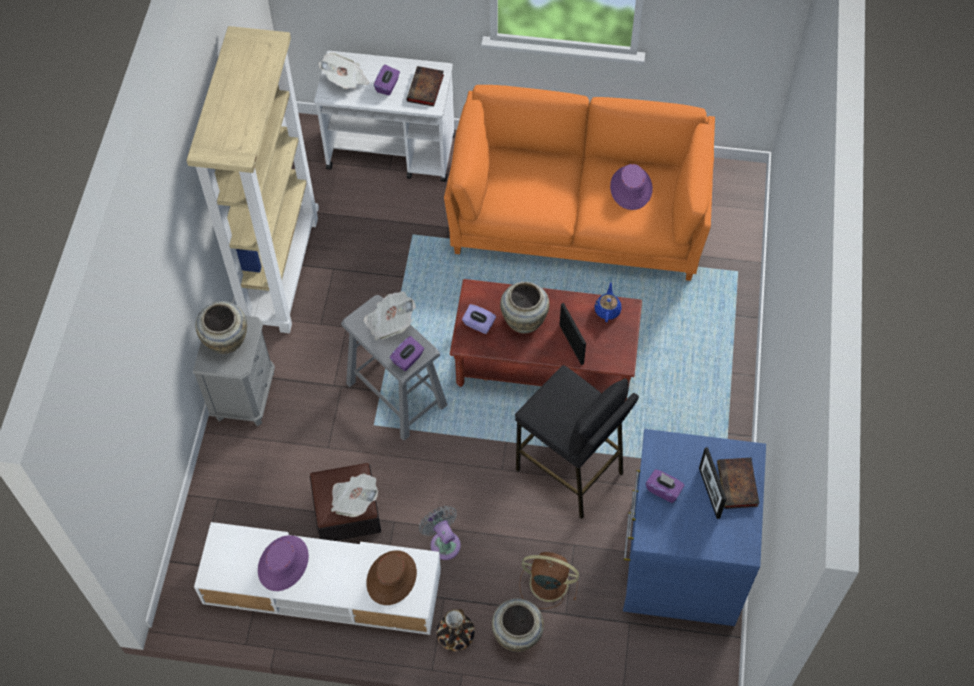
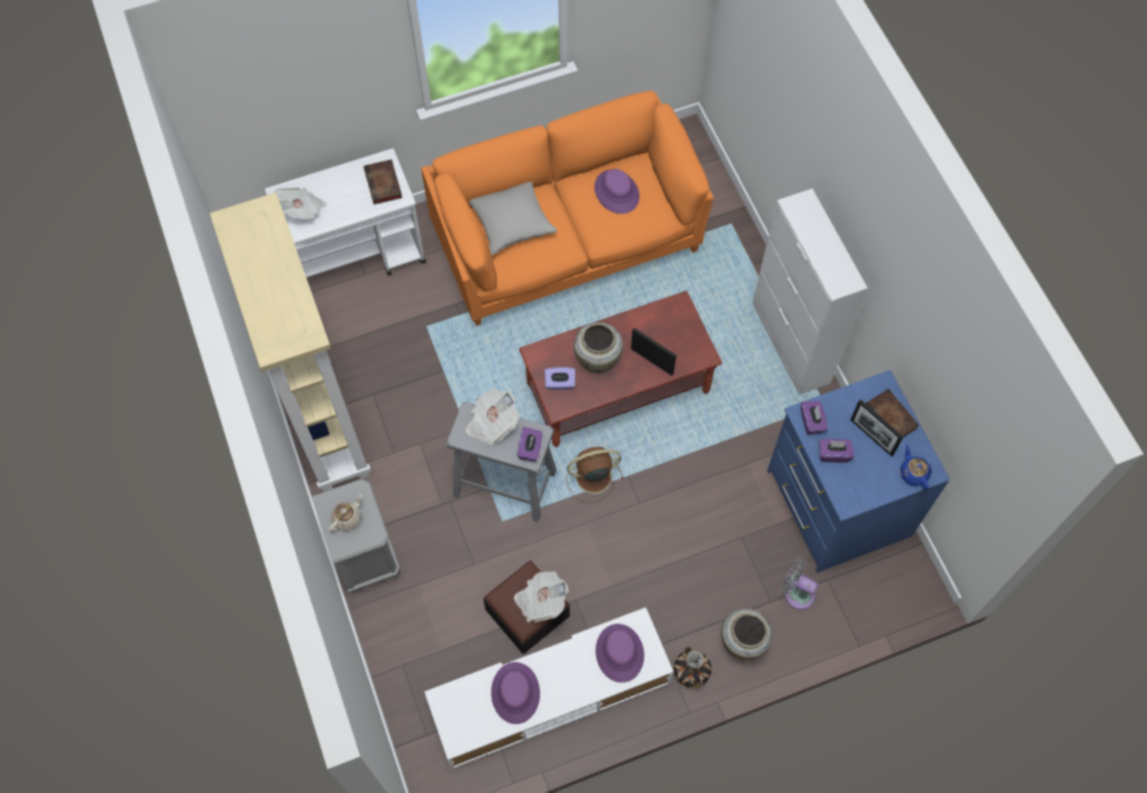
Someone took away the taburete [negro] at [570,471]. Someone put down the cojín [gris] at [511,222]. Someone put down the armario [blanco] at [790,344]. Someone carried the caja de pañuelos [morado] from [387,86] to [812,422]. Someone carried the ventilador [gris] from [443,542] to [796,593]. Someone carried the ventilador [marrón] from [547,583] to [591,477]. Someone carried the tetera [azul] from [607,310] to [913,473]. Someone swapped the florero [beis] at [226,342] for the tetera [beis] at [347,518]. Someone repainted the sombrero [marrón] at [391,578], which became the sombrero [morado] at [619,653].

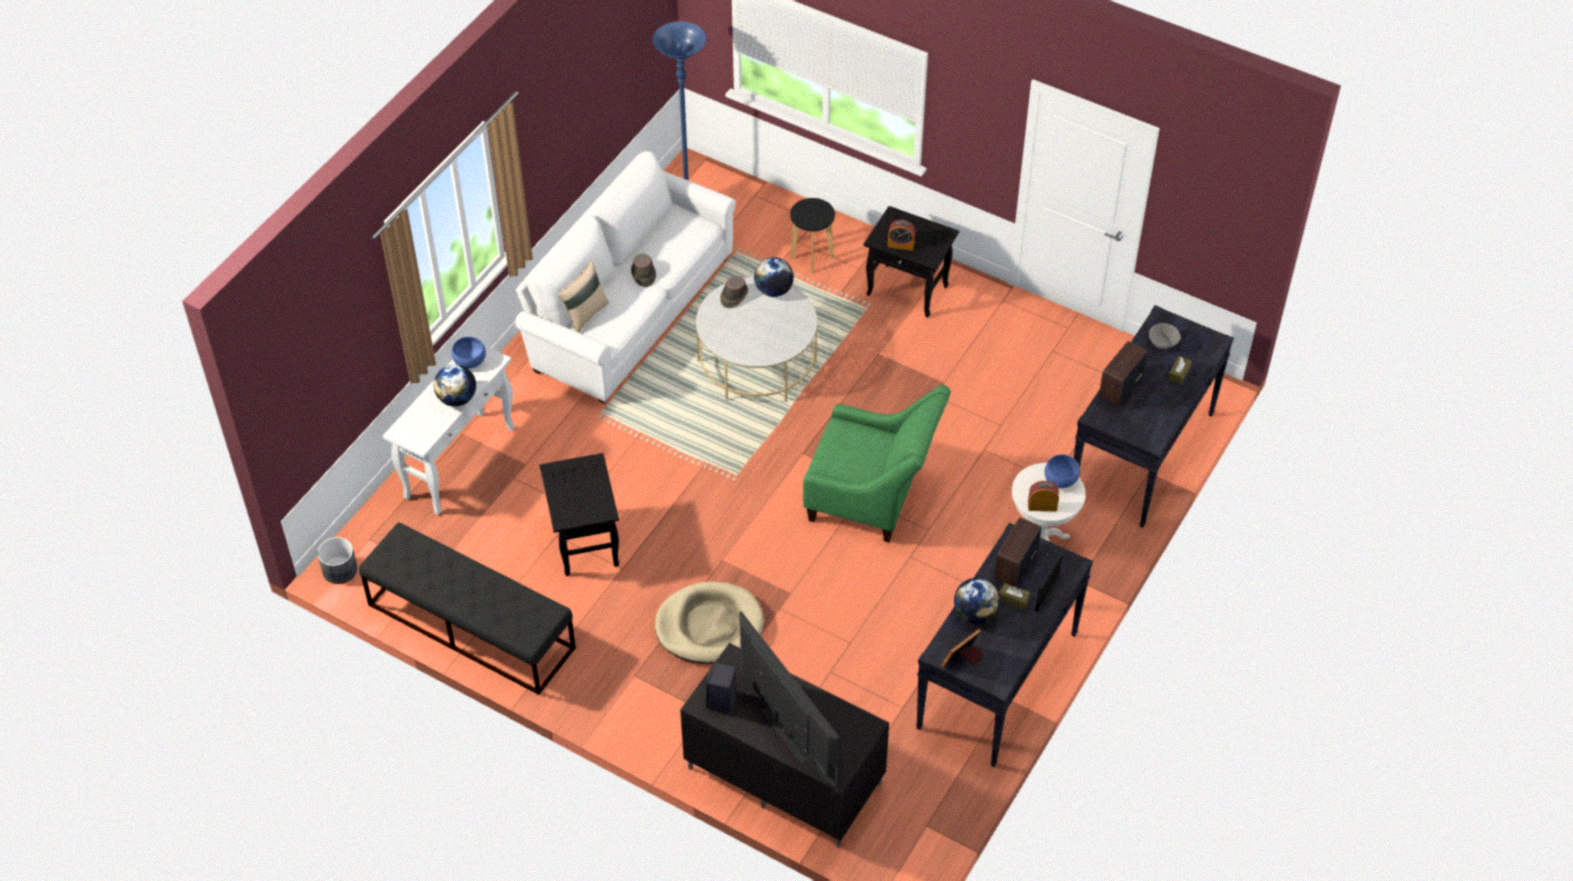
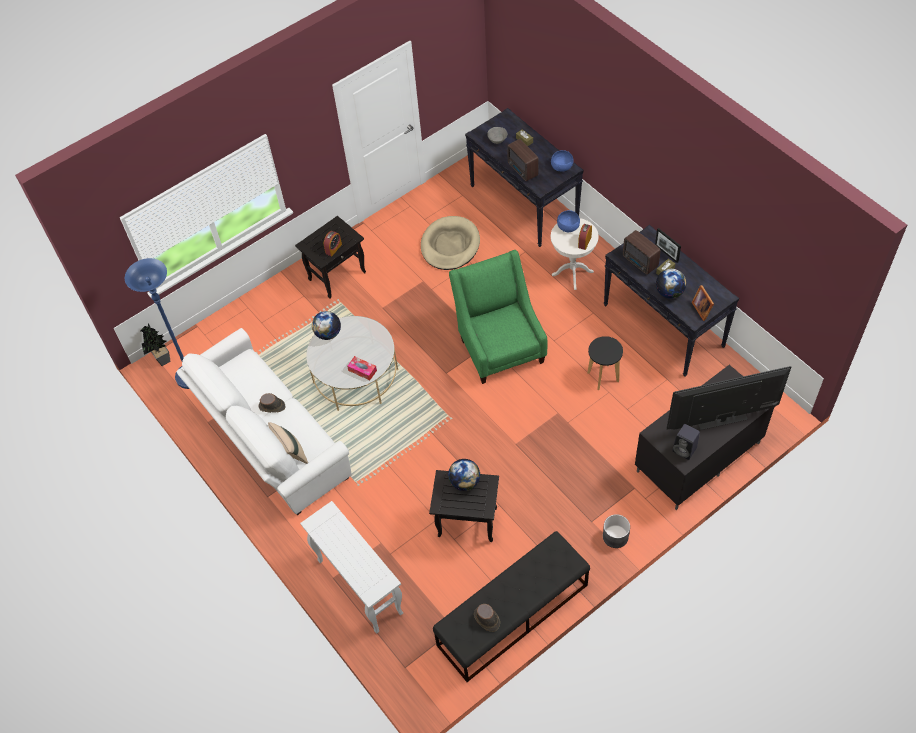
Someone put down the planta en maceta at [163,362]. Someone put down the caja de pañuelos at [362,370]. Someone carried the maceta [gris] from [339,570] to [615,537]. Someone carried the globo terráqueo from [457,399] to [464,482]. Someone carried the cuenco [azul] from [469,361] to [561,167]. Someone carried the cama para perro [beis] from [709,626] to [450,245]. Someone carried the sombrero [marrón] from [733,296] to [487,619]. Someone carried the taburete [negro] from [812,257] to [603,377]. Someone rotated the sillón [verde] at [873,498] by 60 degrees counterclockwise.

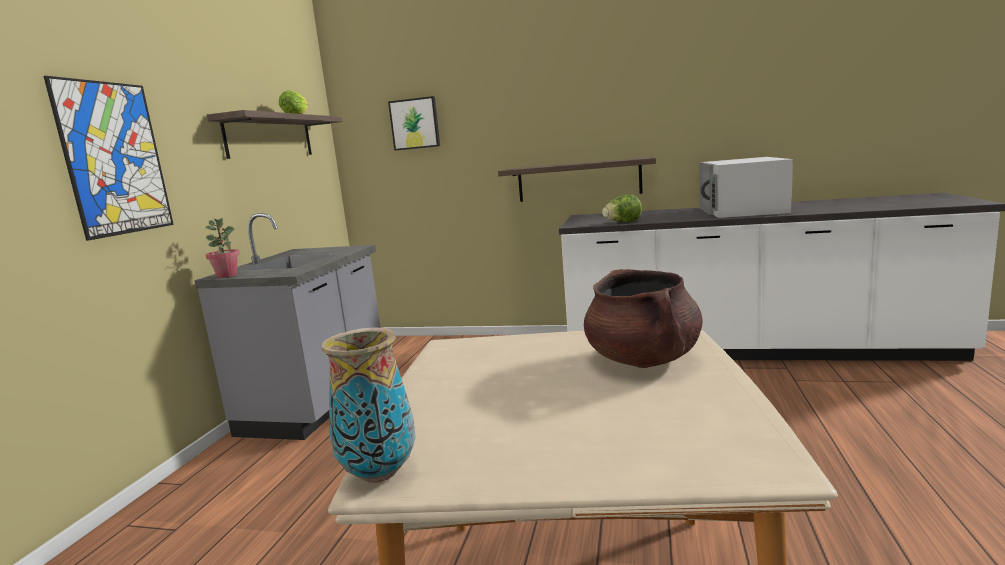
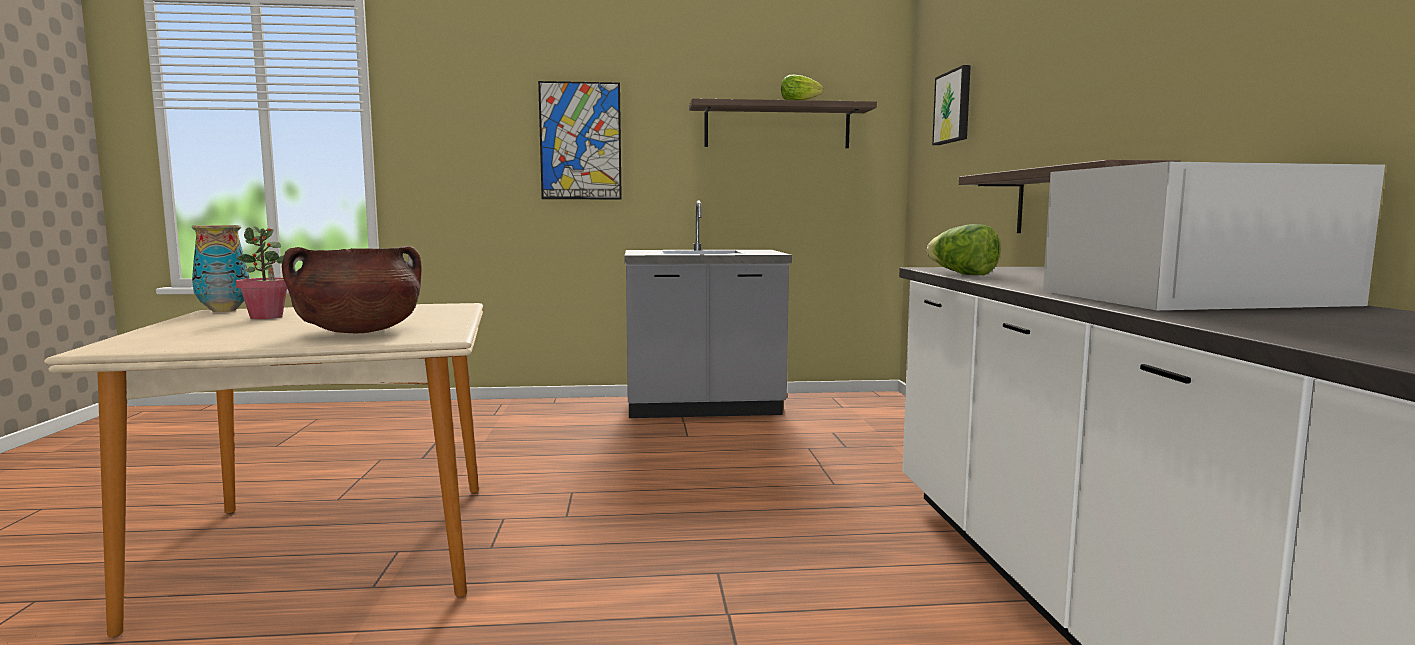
Someone carried the planta en maceta from [227,275] to [267,317].

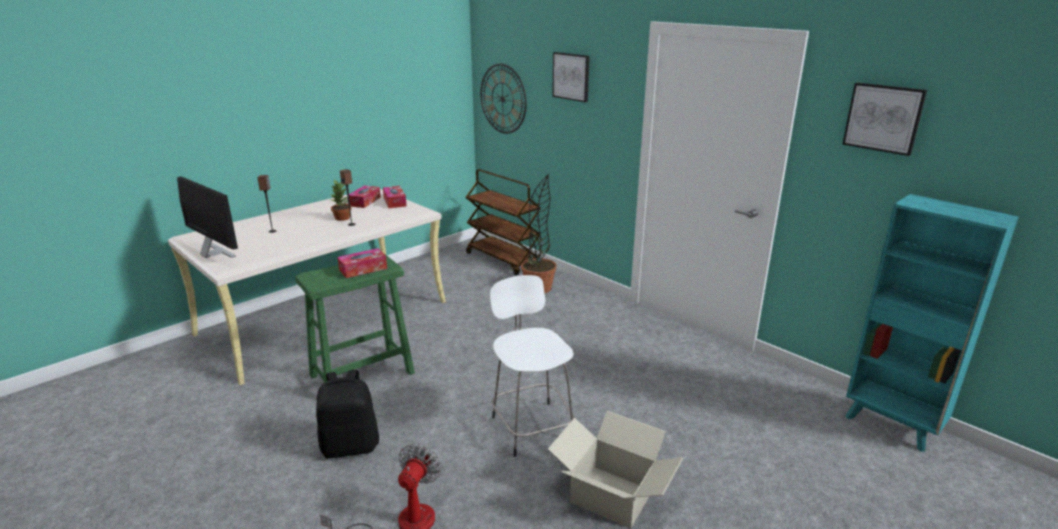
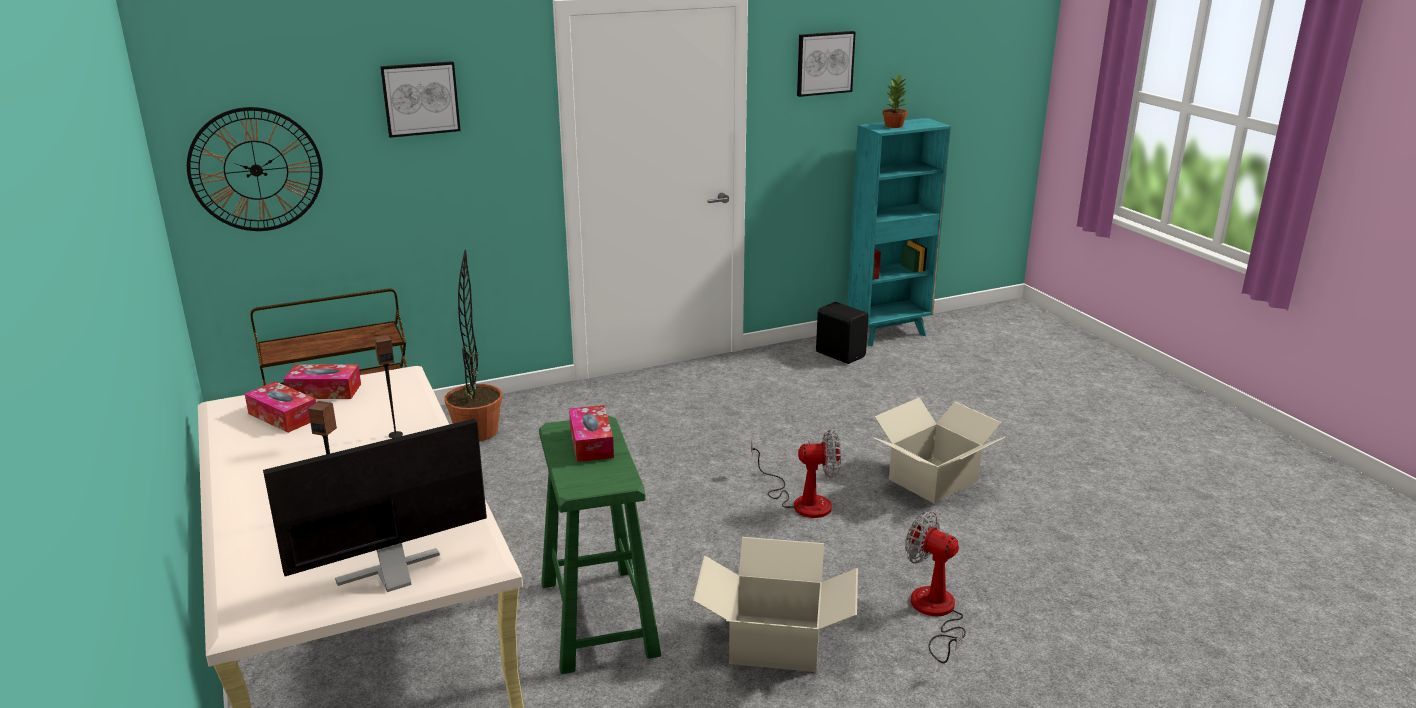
Someone put down the altavoz [negro] at [840,354]. Someone carried the planta en maceta from [342,218] to [894,126]. Someone swapped the mochila [negro] at [350,446] for the caja de cartón at [775,642]. Someone swapped the taburete [blanco] at [531,426] for the ventilador at [802,501].

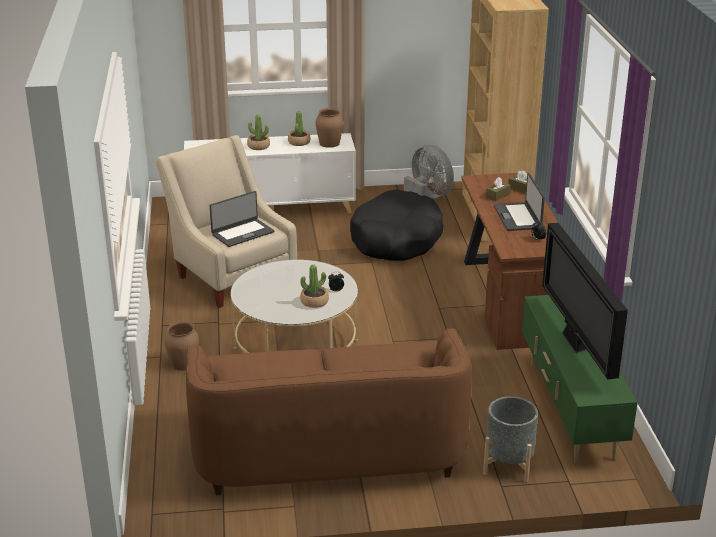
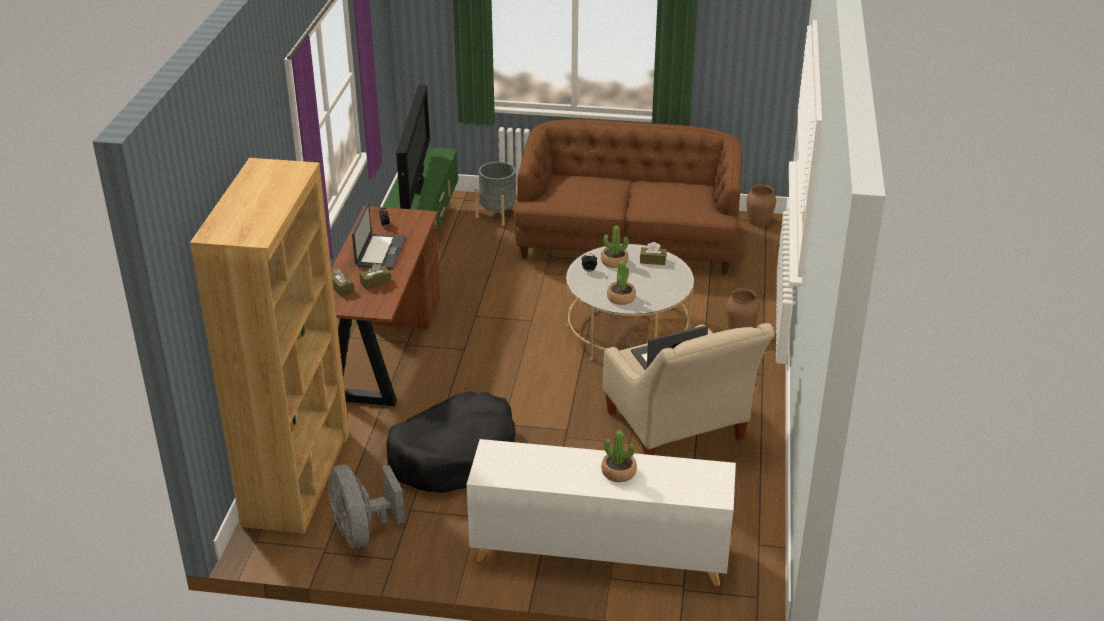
Someone put down the caja de pañuelos [marrón] at [652,260]. Someone carried the planta en maceta from [299,142] to [621,298]. Someone carried the florero [marrón] from [329,143] to [759,221].

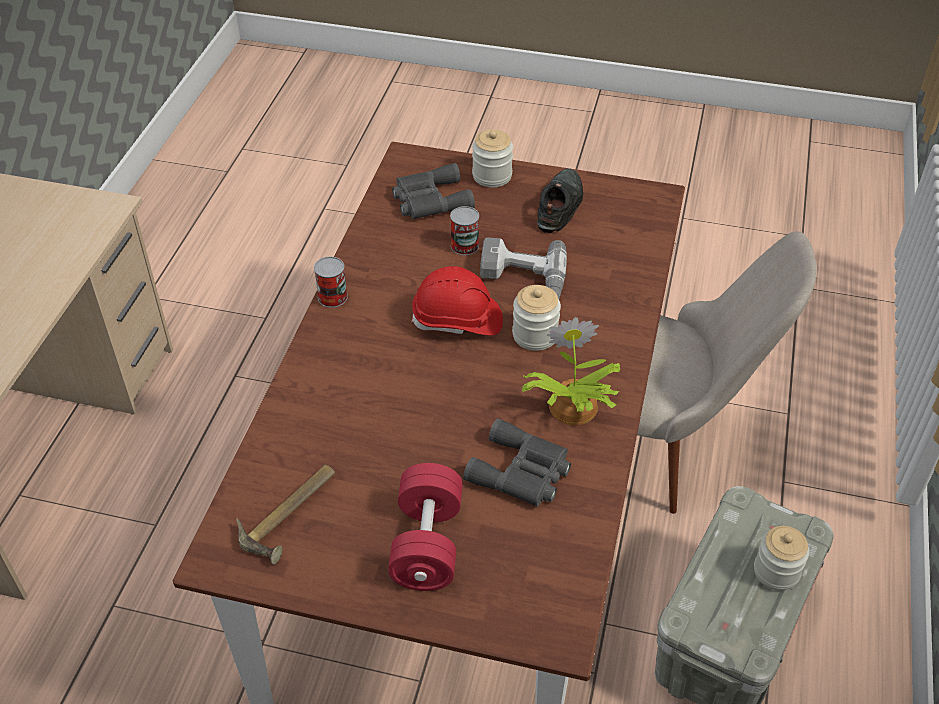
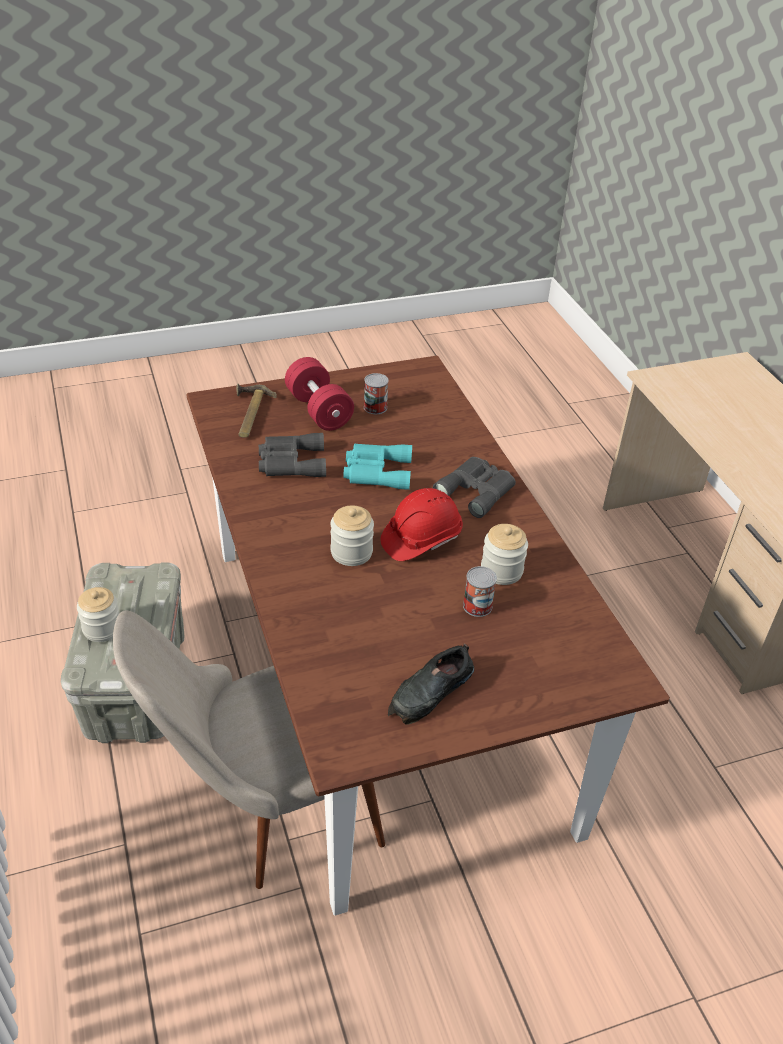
Someone took away the taladro at [522,280]. Someone took away the planta en maceta at [571,408]. Someone put down the prismáticos [turquesa] at [376,471]. Someone carried the martillo from [292,515] to [248,414]. Someone carried the lata from [332,297] to [375,407]. Someone carried the prismáticos [gris] from [429,200] to [477,490]. Someone carried the tarro from [492,176] to [501,571]. Someone rotated the zapato [negro] at [559,205] by 60 degrees clockwise.

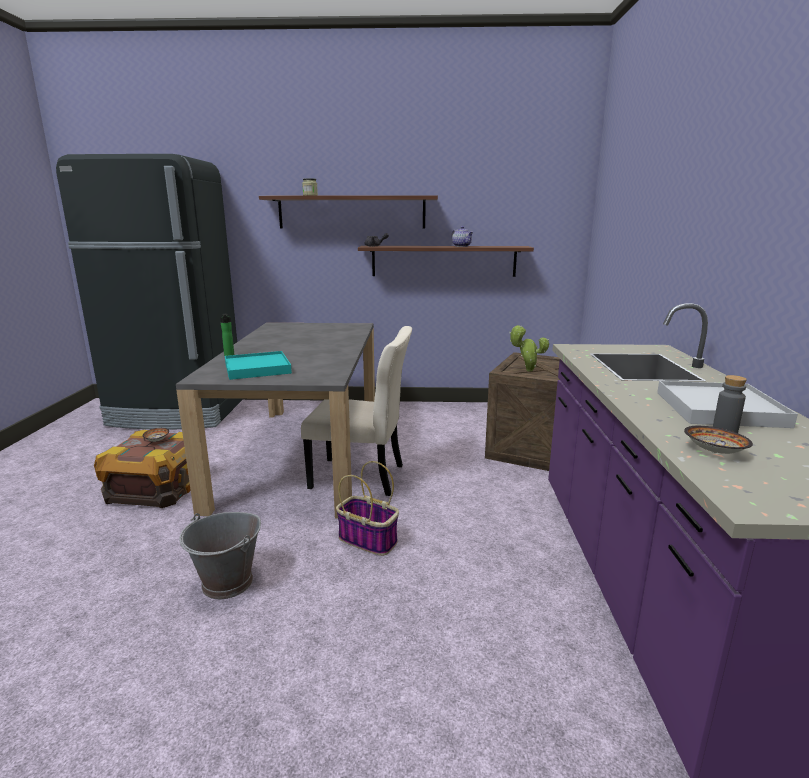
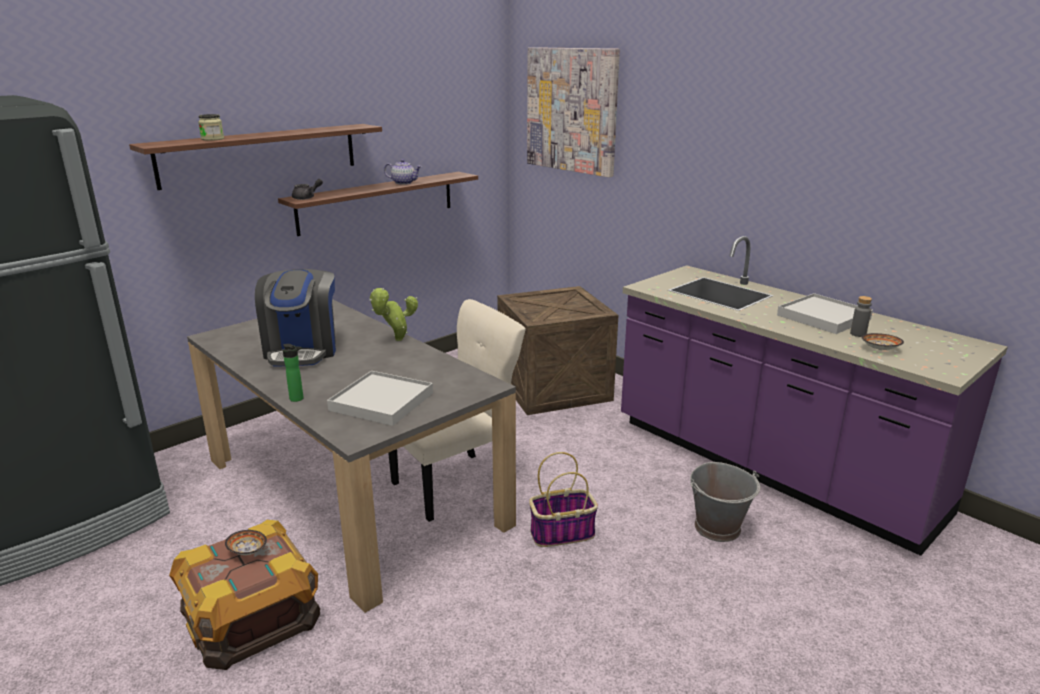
Someone put down the cafetera at [302,350]. Someone put up the cuadro at [572,110]. Someone carried the cubo [gris] from [227,583] to [718,527]. Someone carried the planta en maceta from [527,370] to [396,340]. Someone repainted the bandeja [turquesa] at [257,368], which became the bandeja [blanco] at [382,401].

